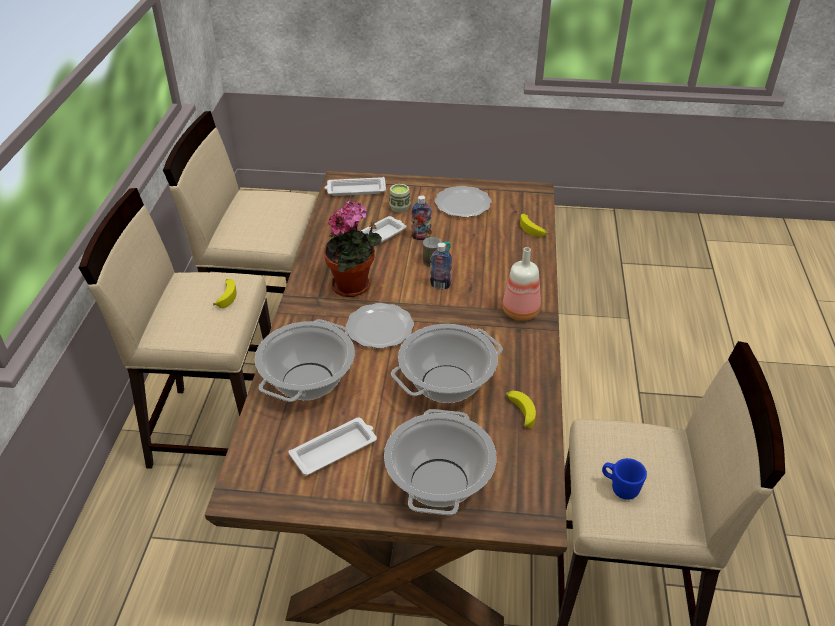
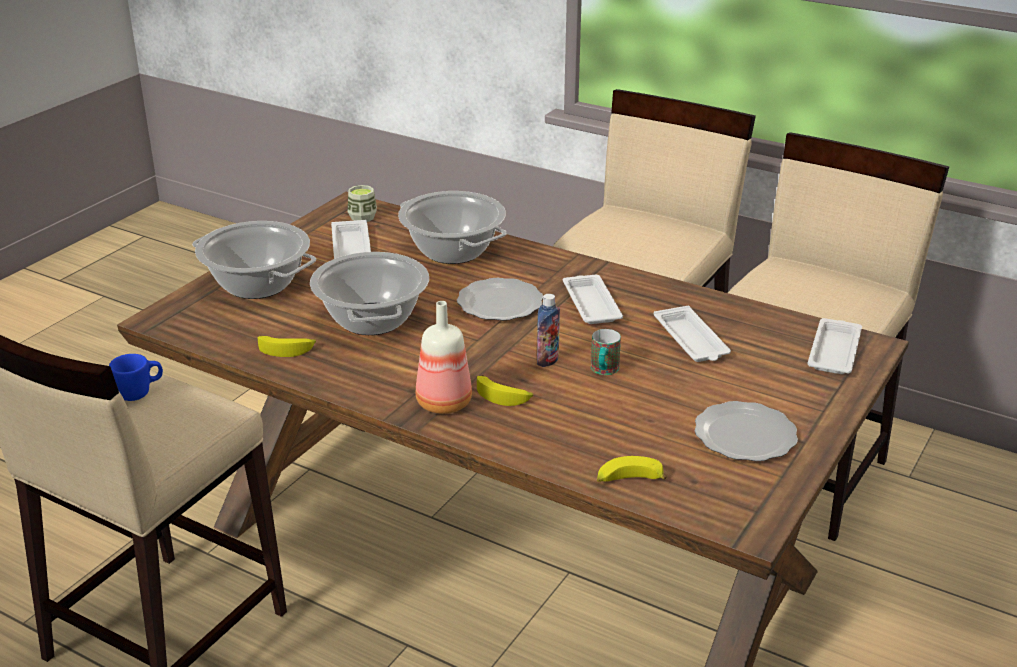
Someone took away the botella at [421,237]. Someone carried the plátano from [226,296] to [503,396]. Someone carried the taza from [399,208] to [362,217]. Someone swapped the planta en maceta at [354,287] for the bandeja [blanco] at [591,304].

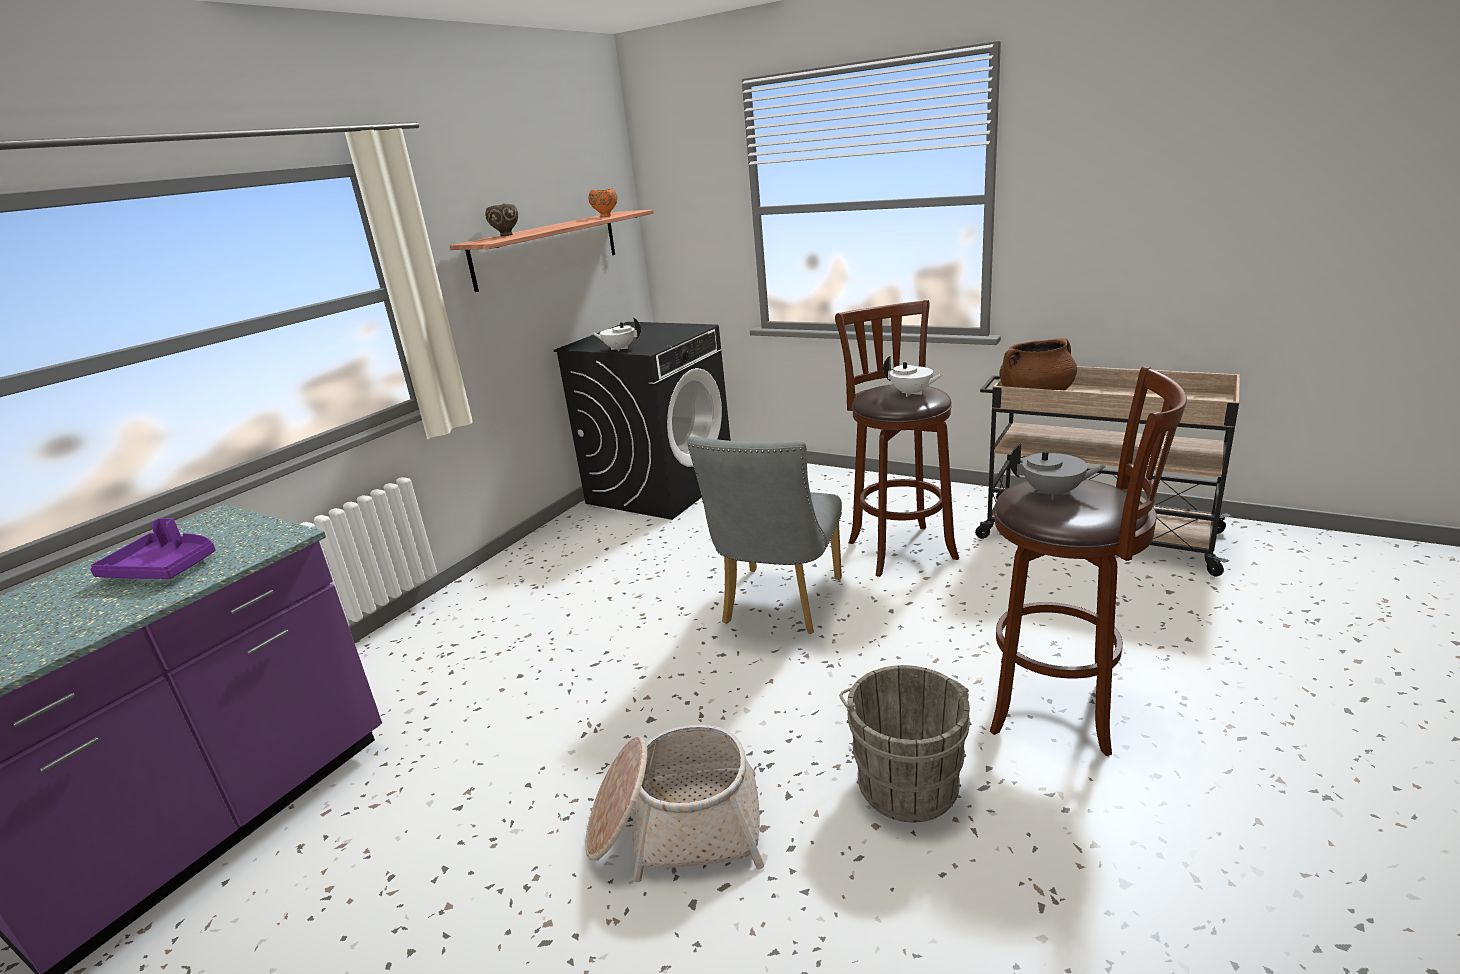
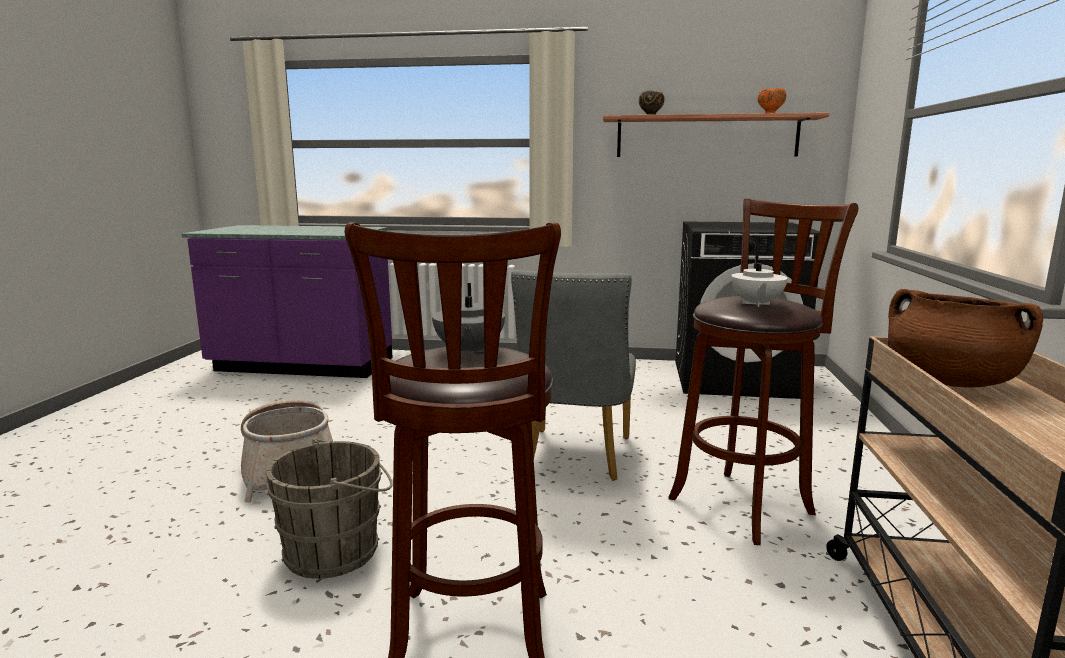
Someone took away the bandeja [morado] at [164,568]. Someone took away the tetera [blanco] at [619,349]. Someone rotated the silla [gris] at [778,606] by 75 degrees counterclockwise.

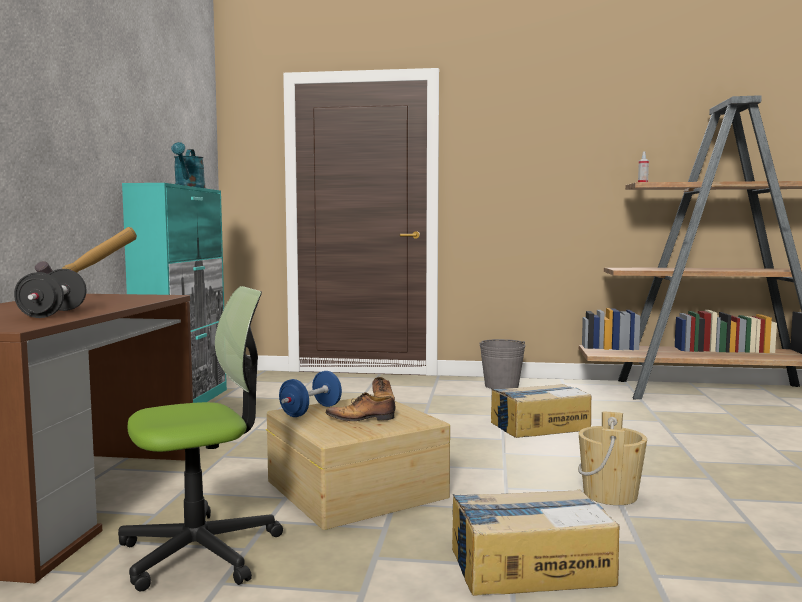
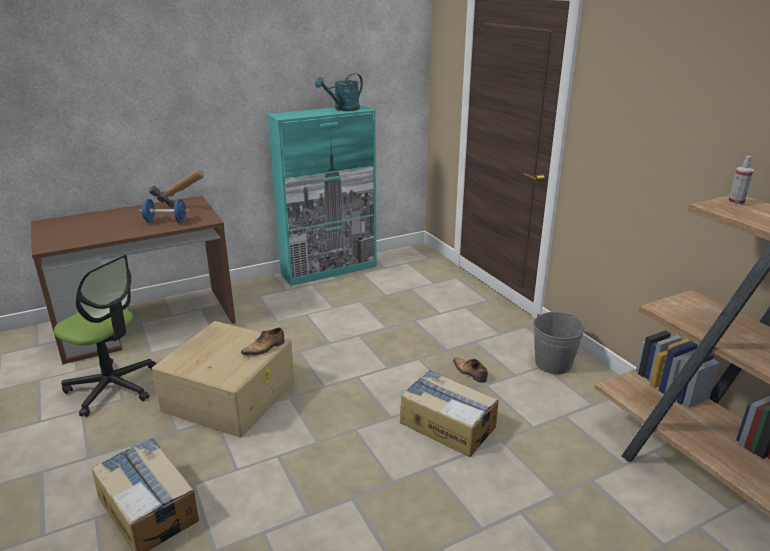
Someone took away the mancuerna [negro] at [53,314]. Someone took away the cubo [beis] at [610,495]. Someone carried the mancuerna [azul] from [311,411] to [166,221]. Someone carried the zapato from [362,419] to [469,373].

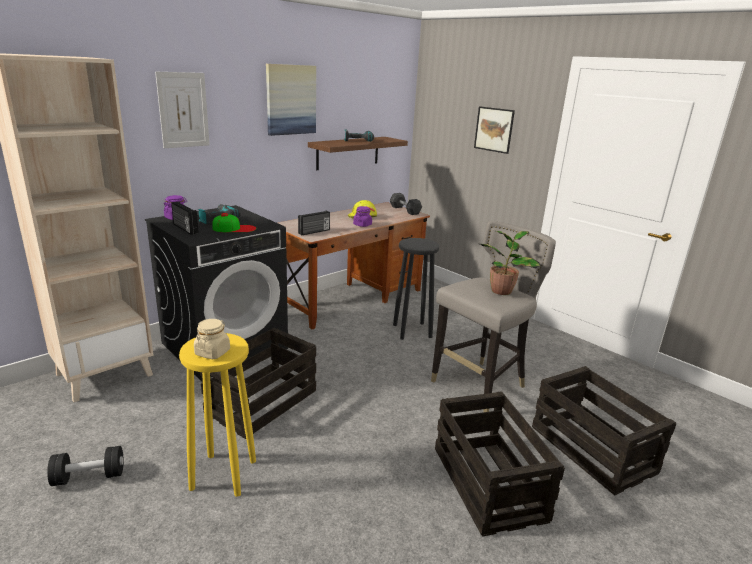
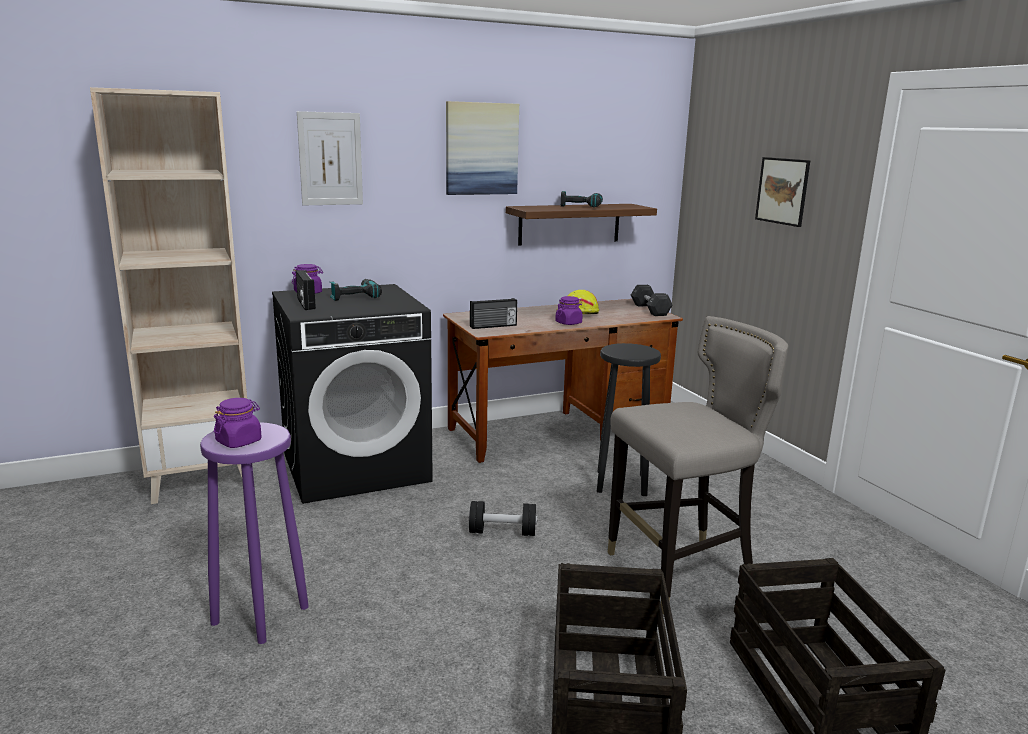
Someone took away the caja de embalaje at [262,401]. Someone took away the gorra at [234,228]. Someone took away the planta en maceta at [502,290]. Someone carried the mancuerna [negro] from [89,477] to [502,532]. Someone repainted the taburete [amarillo] at [224,473], which became the taburete [morado] at [261,614]. Someone repainted the tarro [beis] at [212,352], which became the tarro [morado] at [239,441].

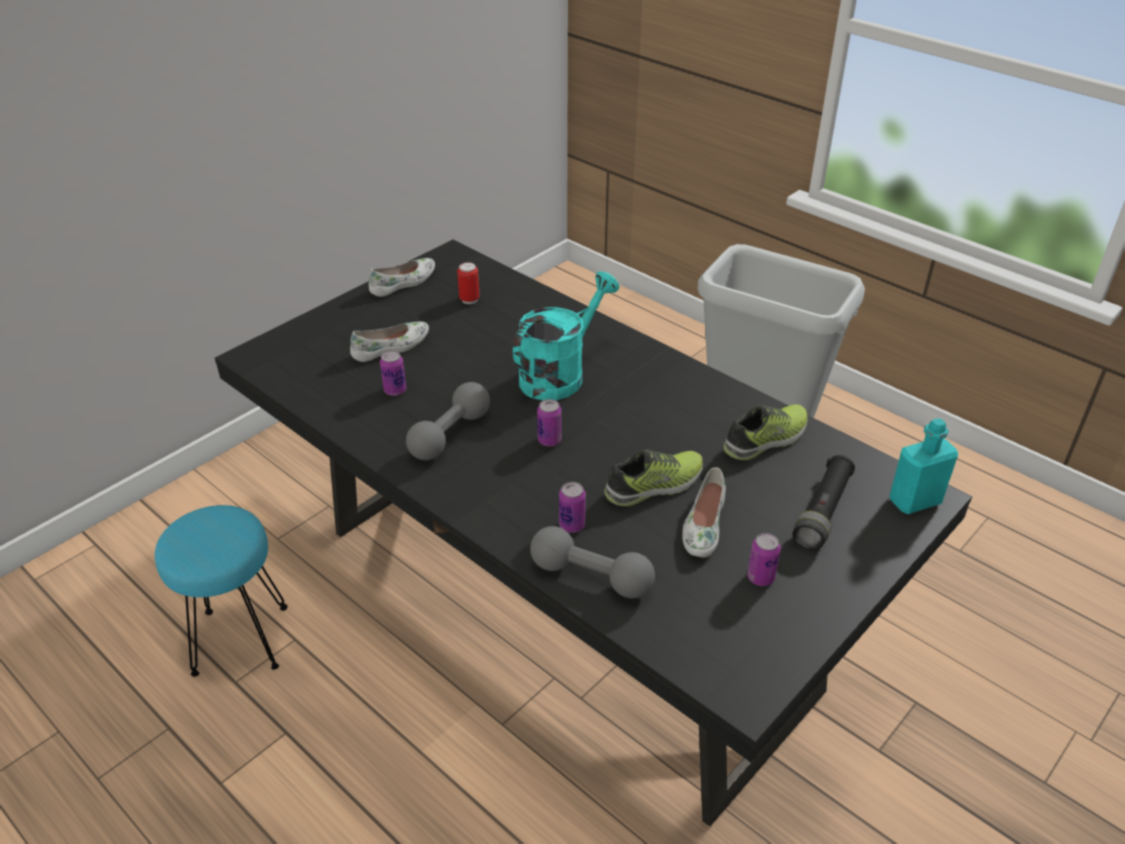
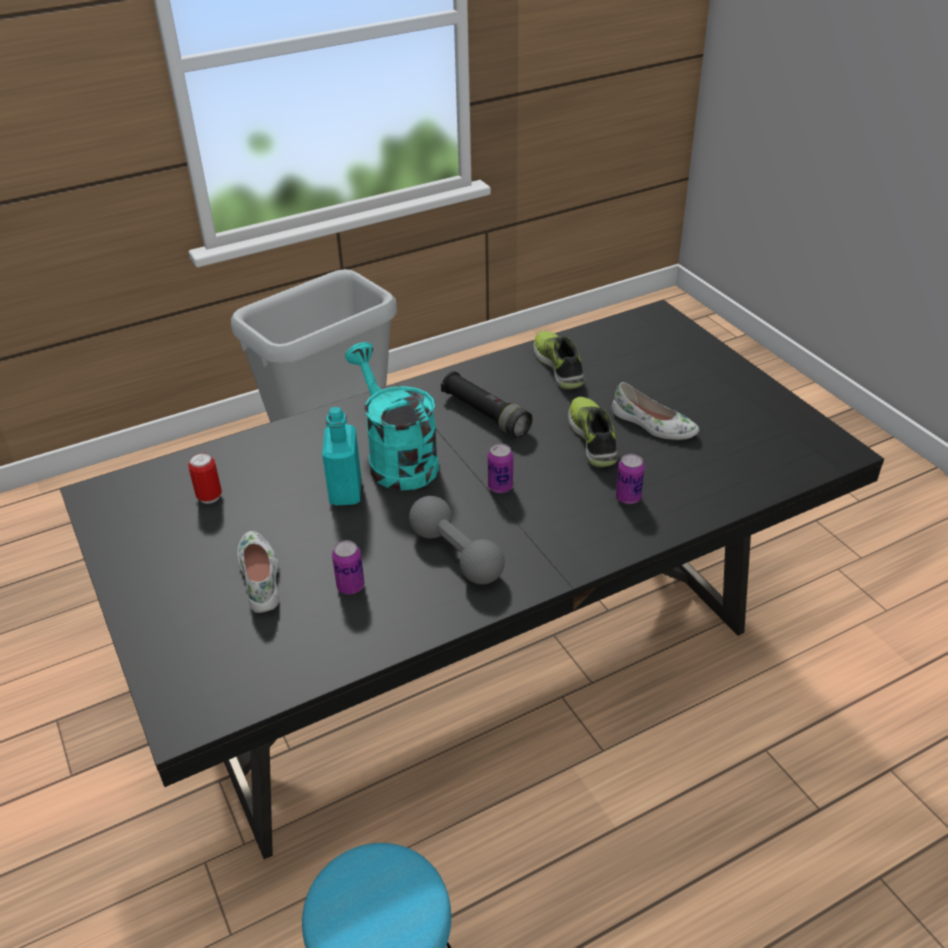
Someone took away the zapato [blanco] at [404,283]. Someone took away the mancuerna [gris] at [591,576]. Someone took away the lata at [760,577]. Someone carried the linterna [negro] from [822,512] to [485,414]. Someone carried the botella [turquesa] from [914,501] to [345,492].

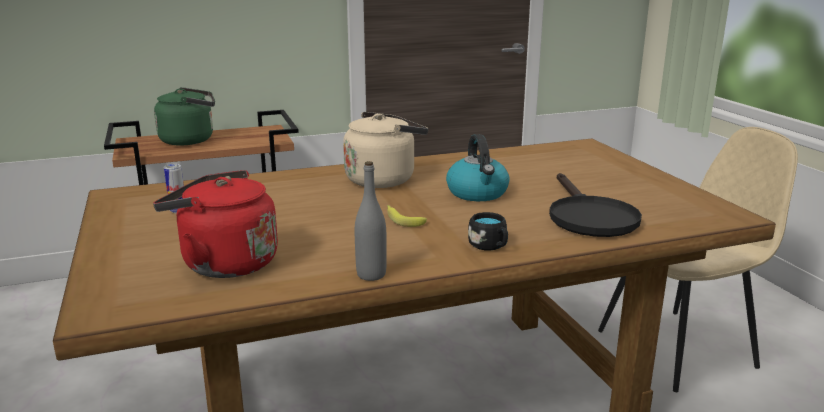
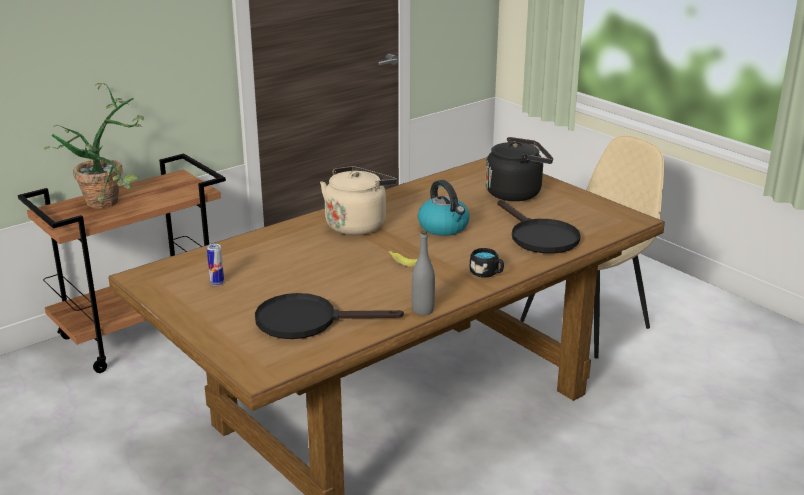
Someone put down the hervidor [negro] at [516,193]. Someone swapped the hervidor [rojo] at [224,263] for the sartén [negro] at [308,321]. Someone swapped the hervidor [verde] at [190,140] for the planta en maceta at [112,201].

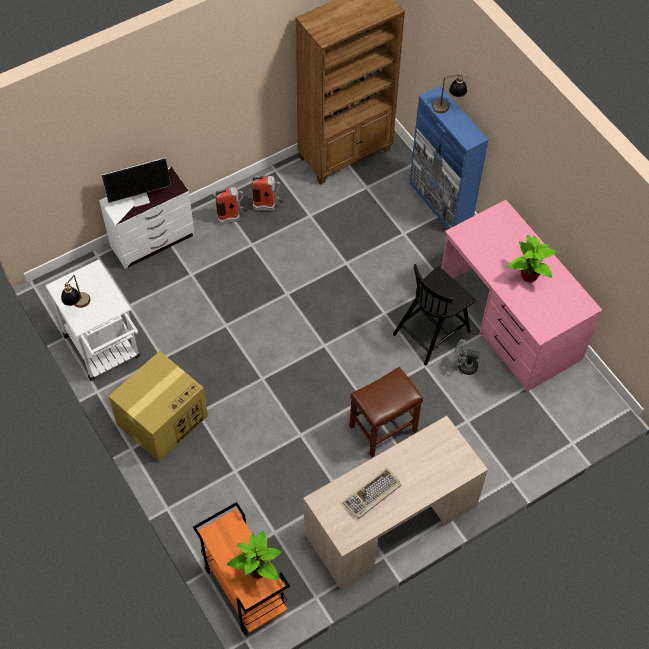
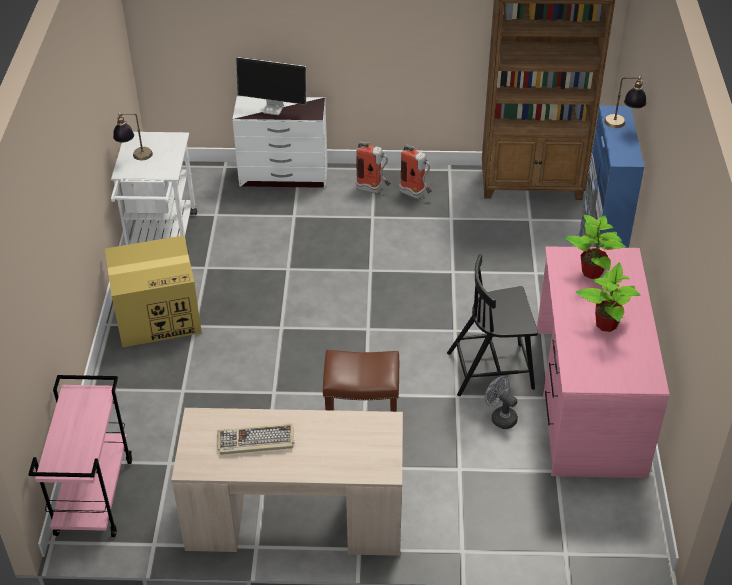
Someone carried the planta en maceta from [258,570] to [592,272]. Someone repainted the carrito [naranja] at [244,588], which became the carrito [rosa] at [94,496].

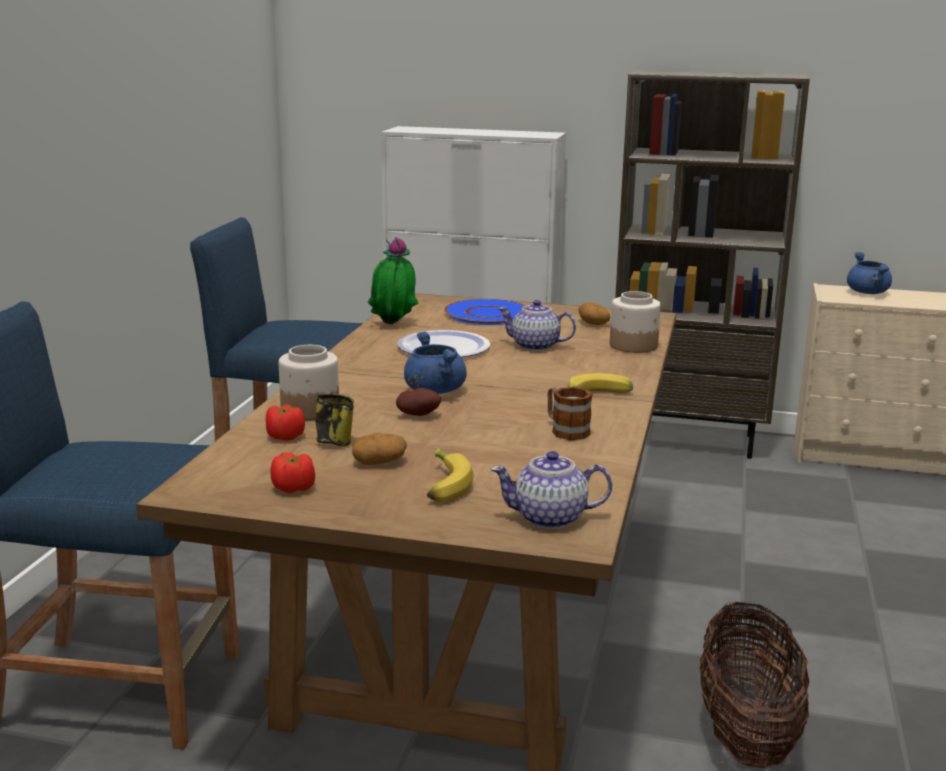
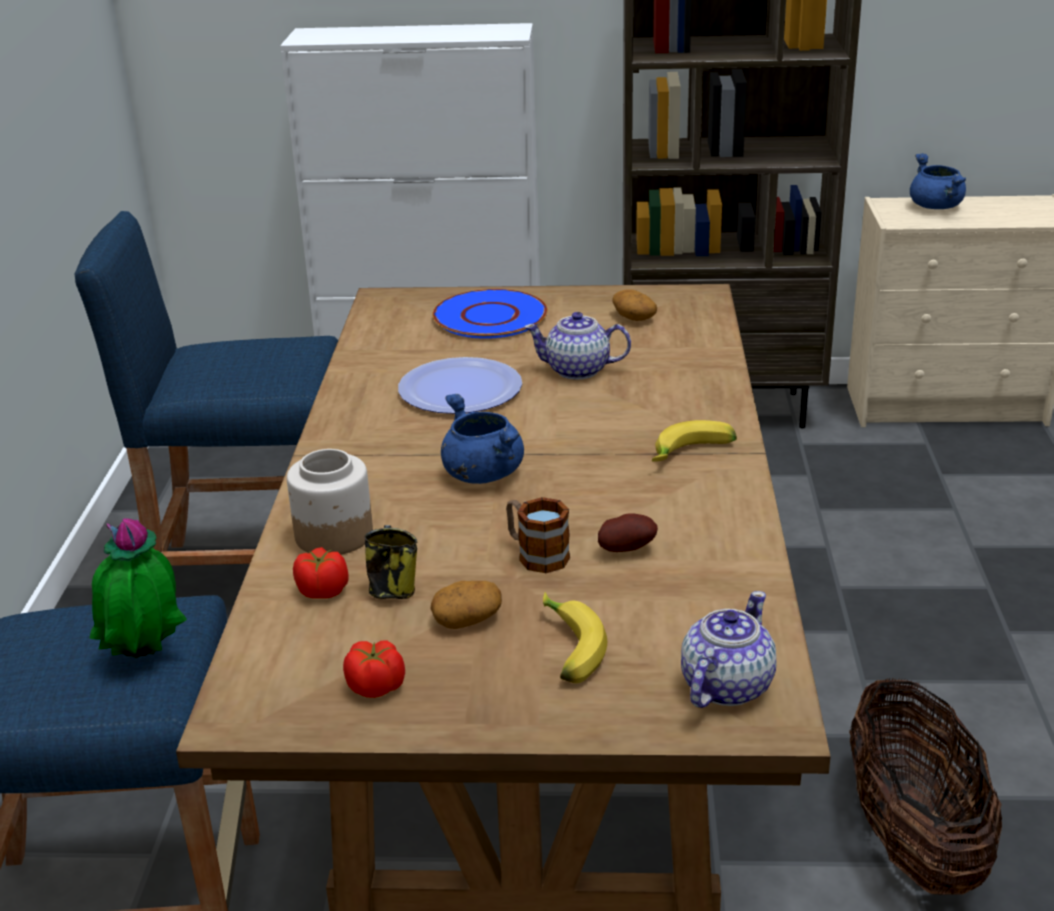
Someone took away the tarro at [634,346]. Someone carried the planta en maceta from [393,325] to [146,659]. Someone carried the patata from [419,415] to [626,549]. Someone carried the taza grande from [565,430] to [536,554]. Someone rotated the tetera at [550,518] by 135 degrees clockwise.

